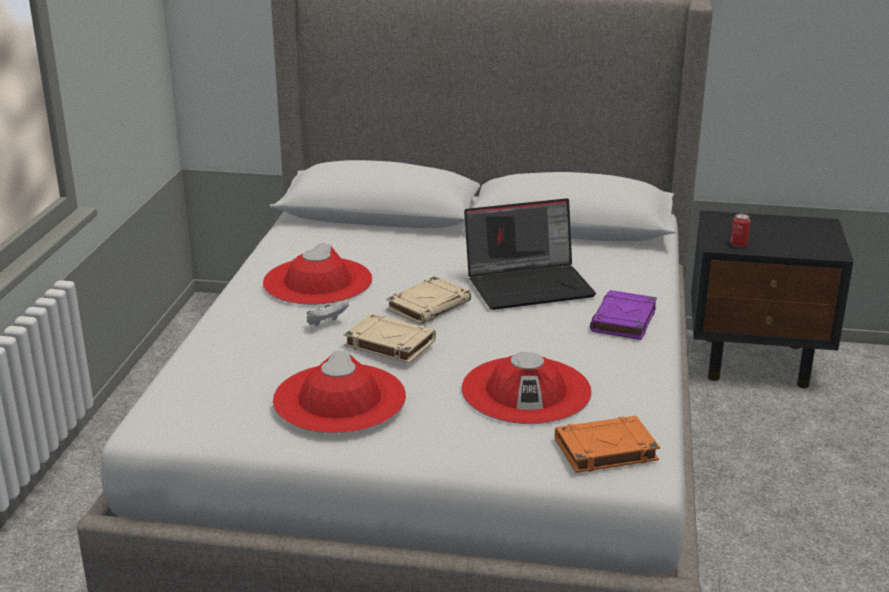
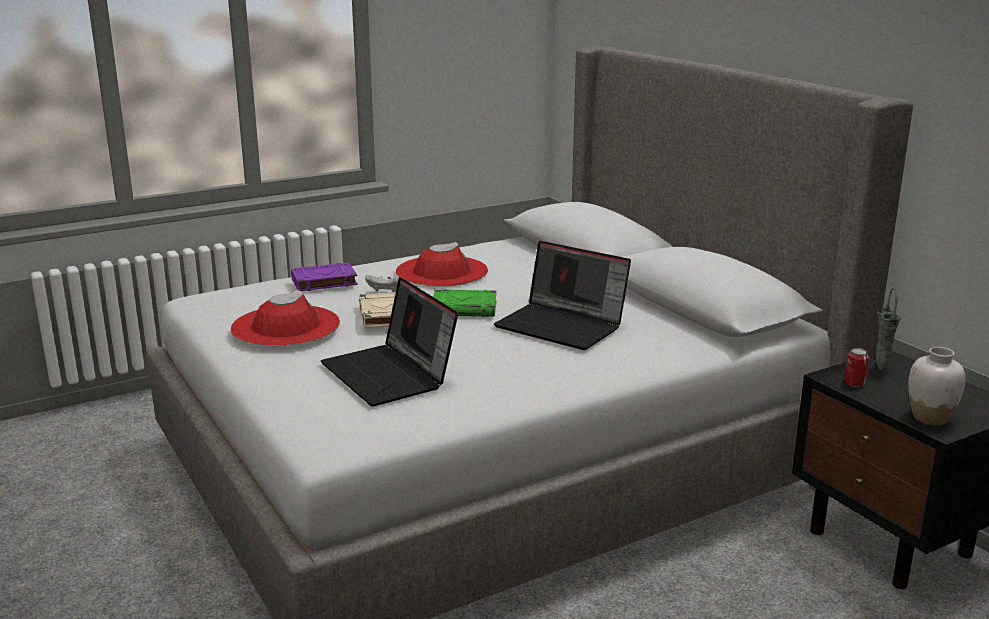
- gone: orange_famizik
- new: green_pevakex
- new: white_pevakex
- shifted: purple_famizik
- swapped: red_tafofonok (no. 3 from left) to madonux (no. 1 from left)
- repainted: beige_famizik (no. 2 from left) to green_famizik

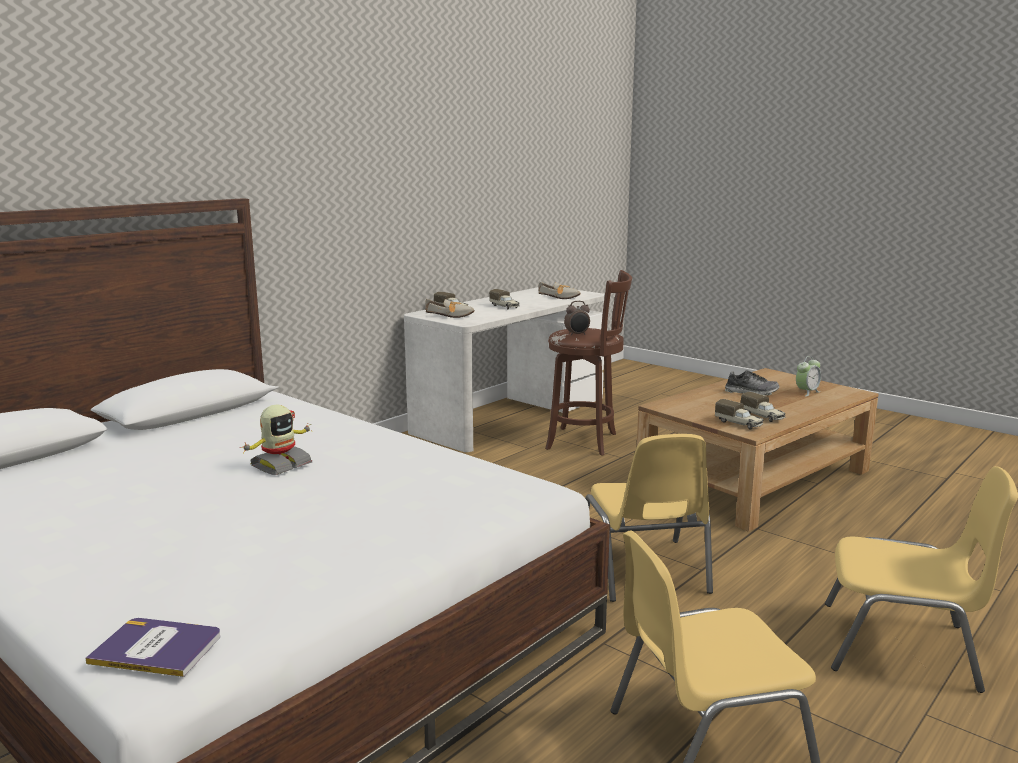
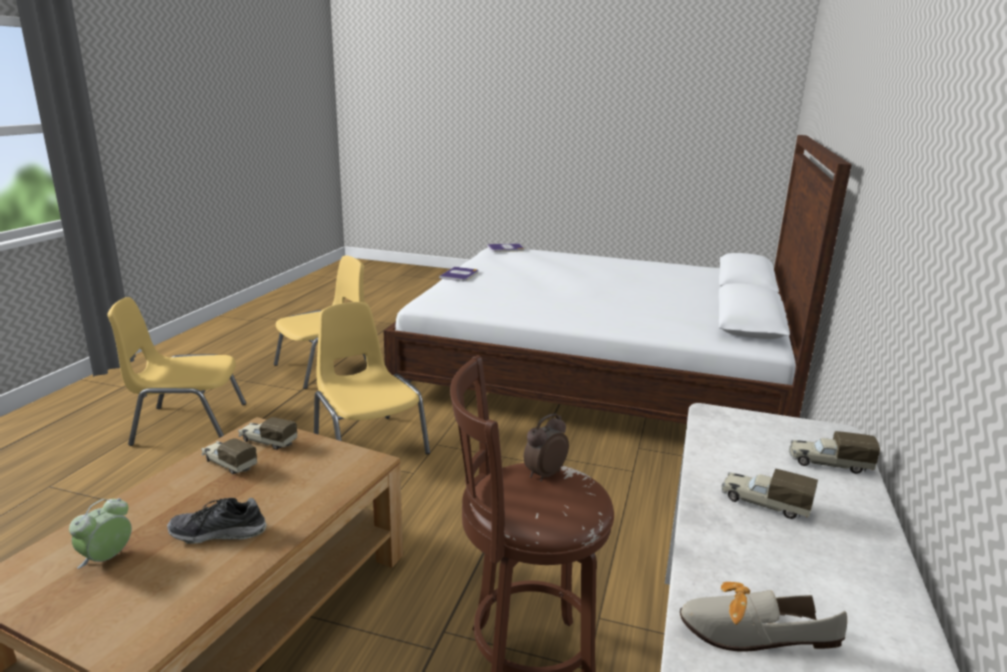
- gone: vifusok
- gone: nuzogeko (no. 1 from left)
- new: famizik (no. 1 from left)

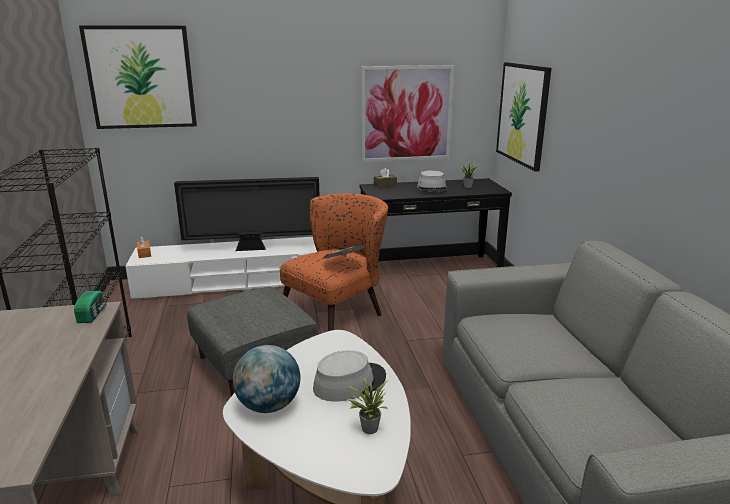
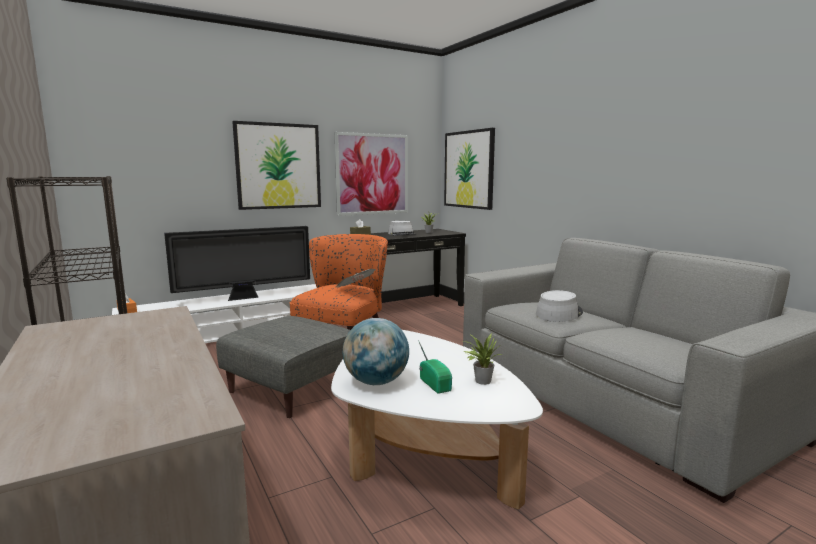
- shifted: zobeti
- shifted: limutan (no. 1 from left)
- shifted: grey_tafofonok (no. 1 from left in the first image) to grey_tafofonok (no. 2 from left)

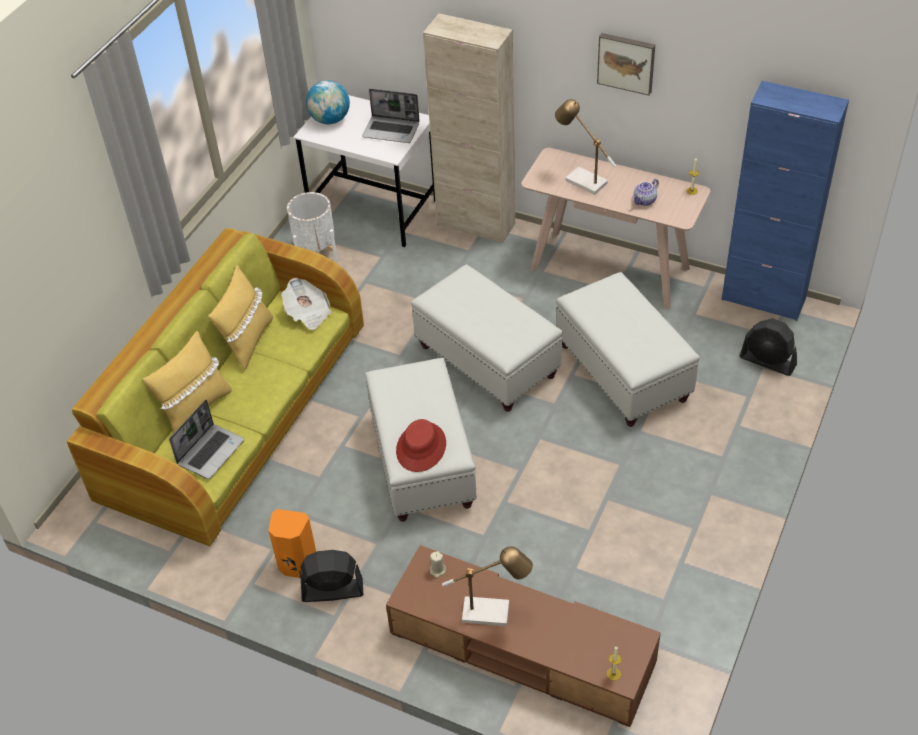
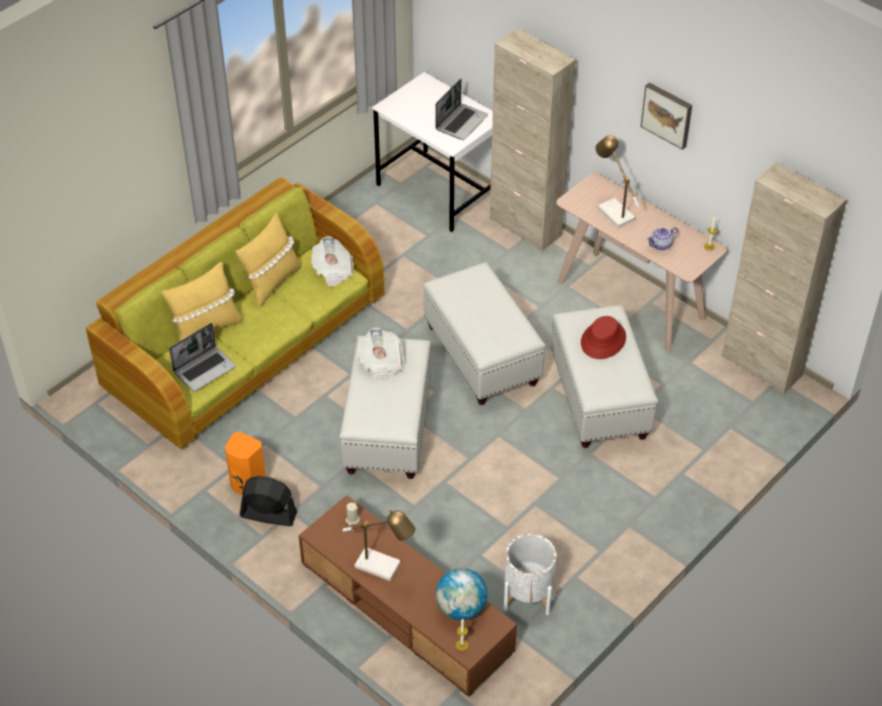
- gone: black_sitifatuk (no. 2 from left)
- new: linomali (no. 2 from left)
- shifted: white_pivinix
- shifted: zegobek
- shifted: red_tafofonok
- repainted: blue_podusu to beige_podusu (no. 2 from left)
- rotated: madonux (no. 2 from left) 90 degrees counterclockwise

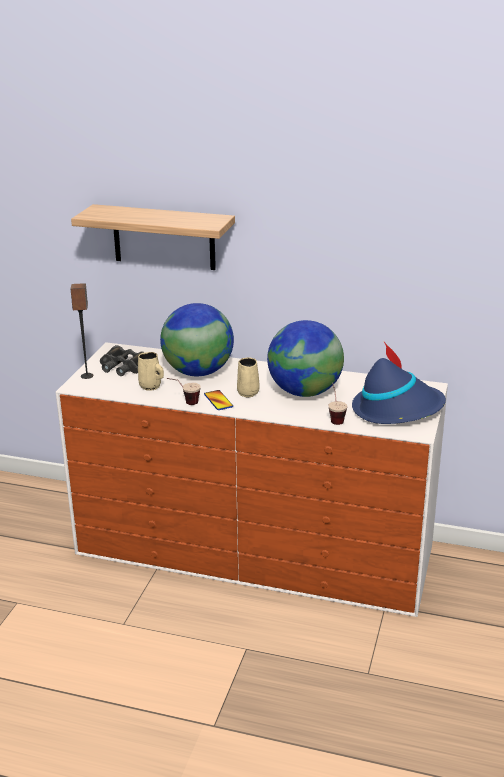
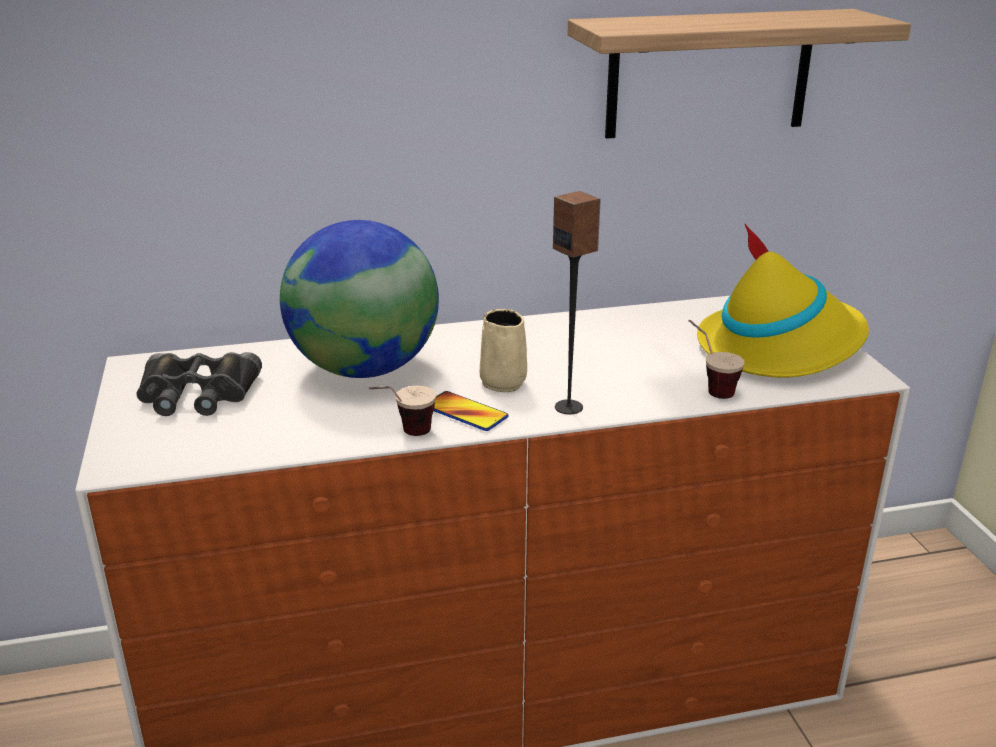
- gone: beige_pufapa (no. 1 from left)
- gone: zegobek (no. 2 from left)
- shifted: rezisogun
- shifted: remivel
- repainted: blue_tafofonok to yellow_tafofonok

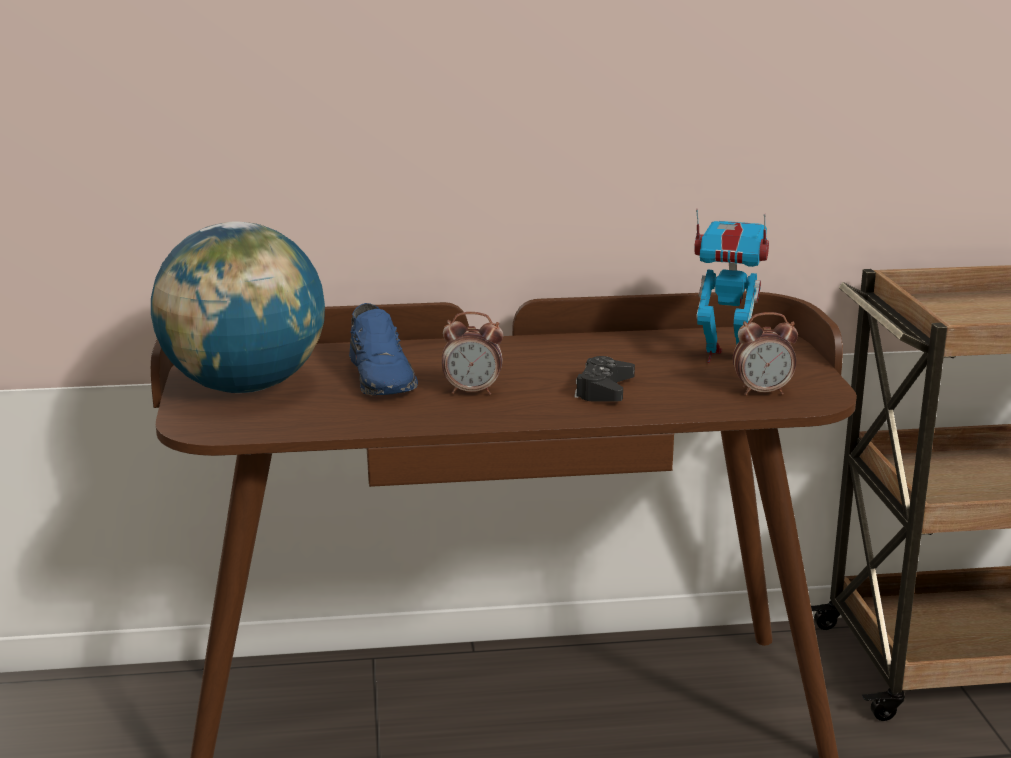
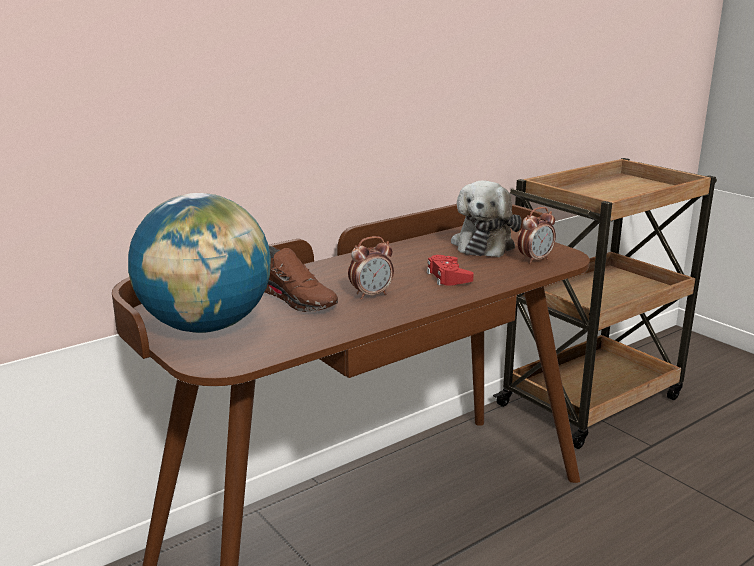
- swapped: vifusok to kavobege
- repainted: blue_nuzogeko to brown_nuzogeko
- repainted: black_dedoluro to red_dedoluro

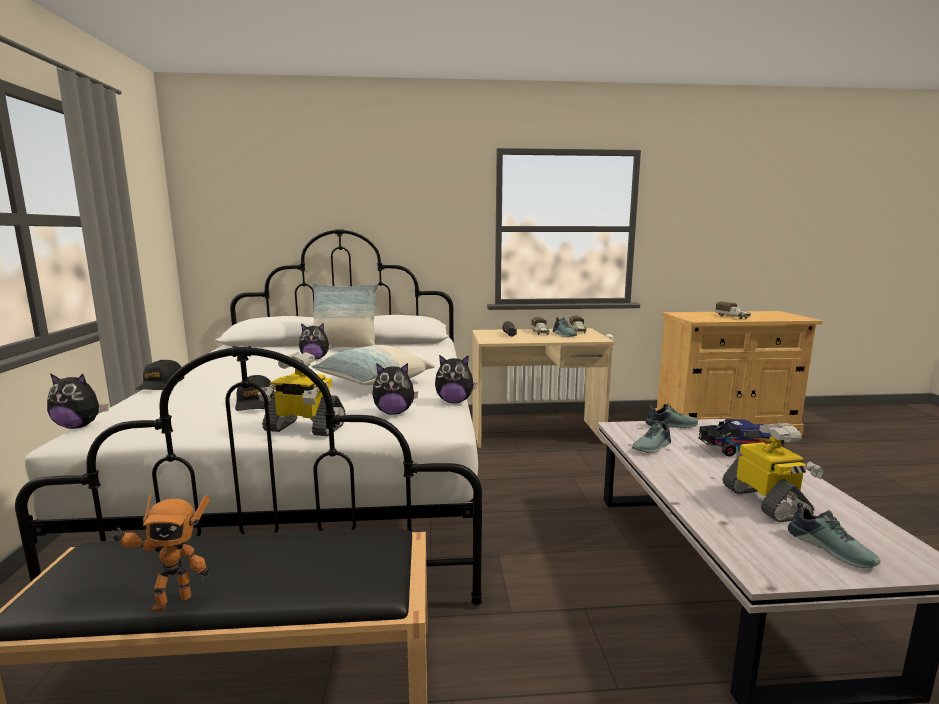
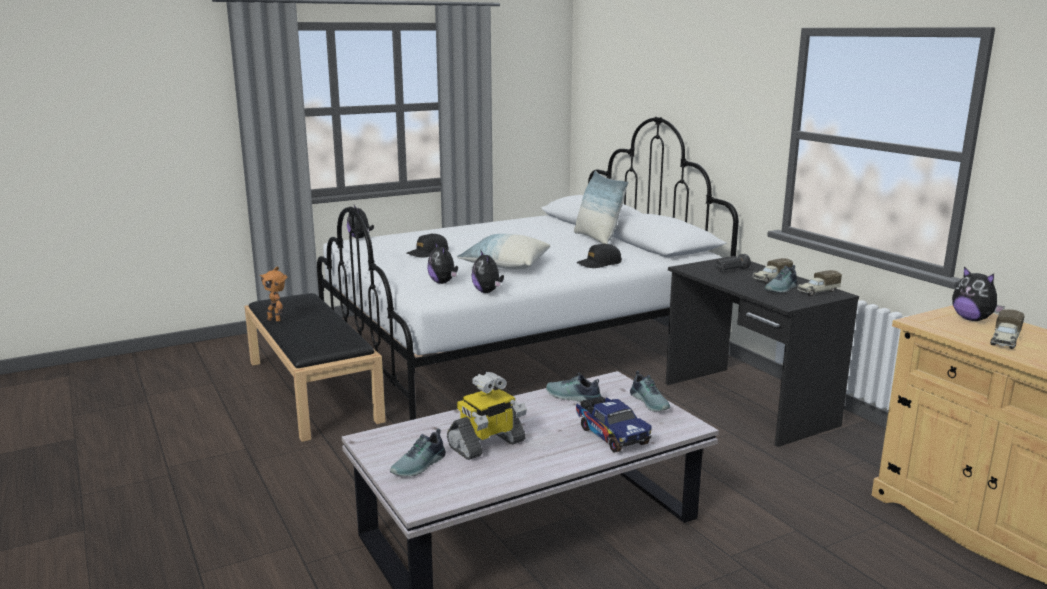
- gone: vifusok (no. 2 from left)
- shifted: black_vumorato (no. 1 from left in the first image) to black_vumorato (no. 2 from left)
- shifted: kavobege (no. 2 from left in the first image) to kavobege (no. 4 from left)
- repainted: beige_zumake to black_zumake

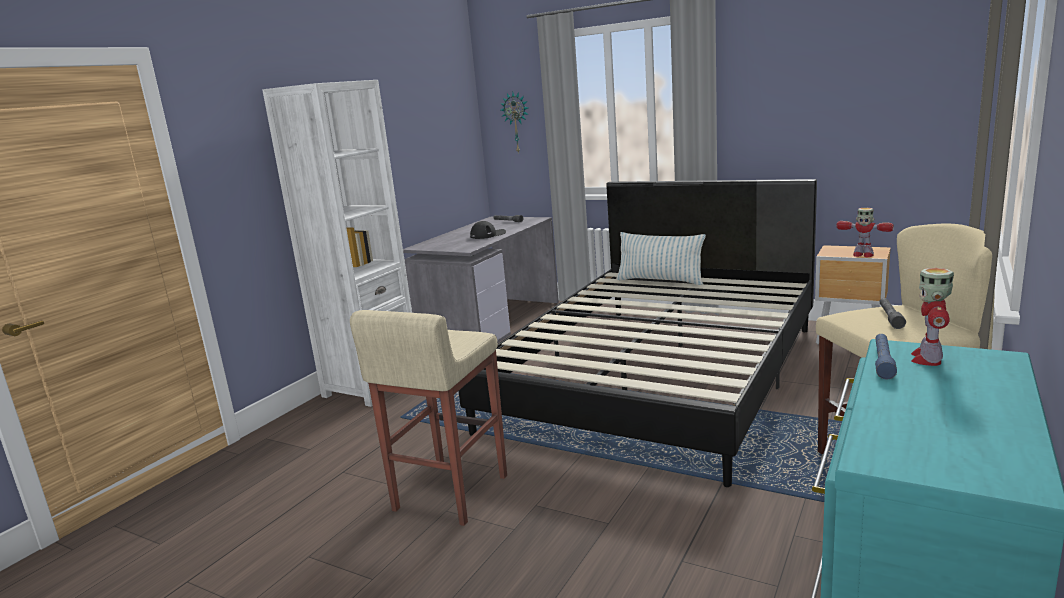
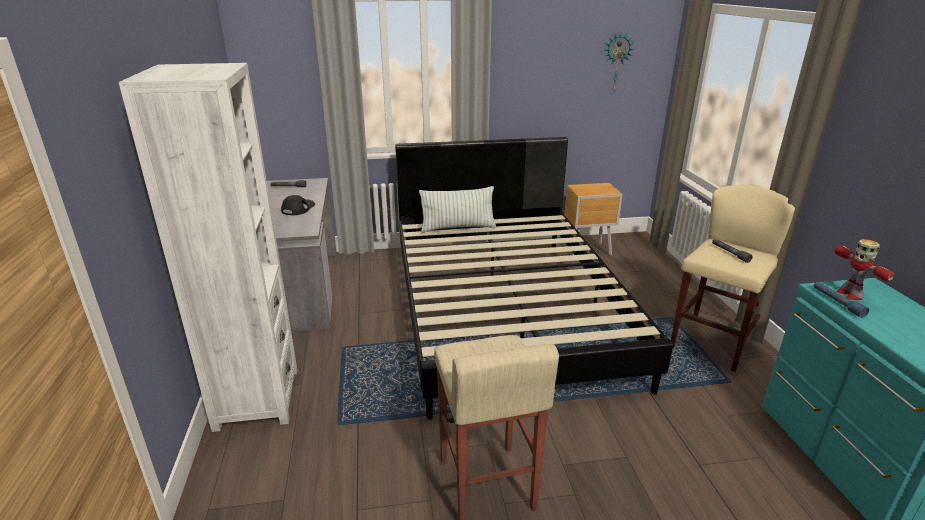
- gone: vifusok (no. 1 from left)
- shifted: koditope

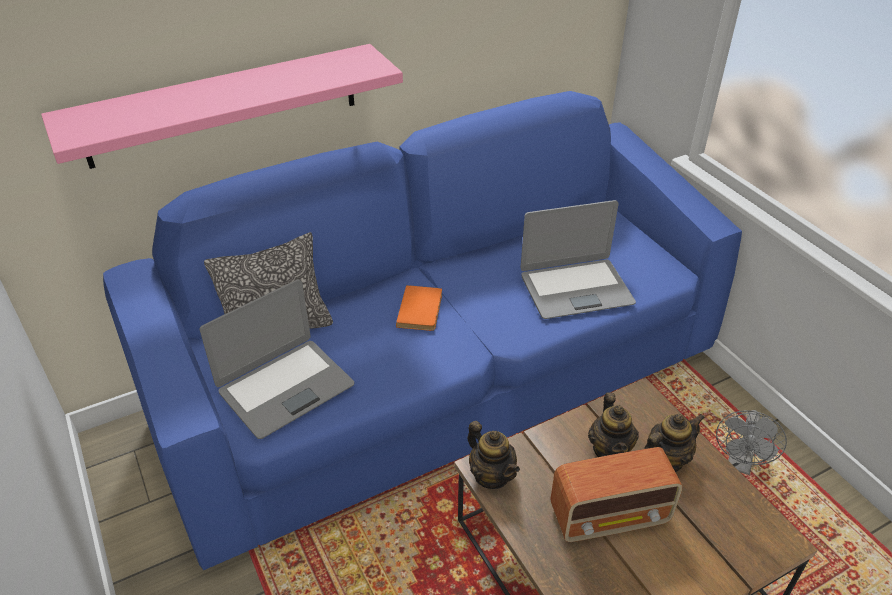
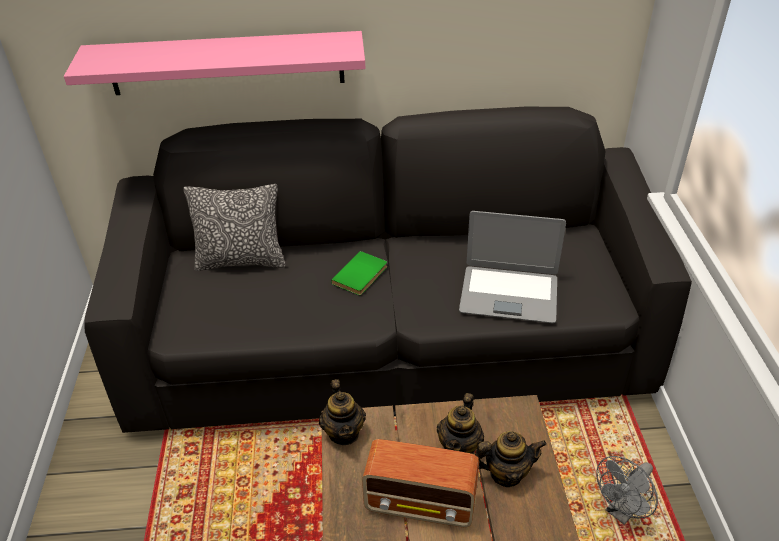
- gone: madonux (no. 1 from left)
- repainted: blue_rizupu to black_rizupu
- repainted: orange_famizik to green_famizik

